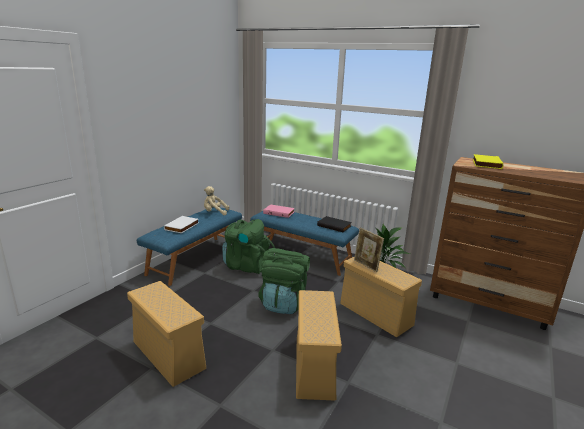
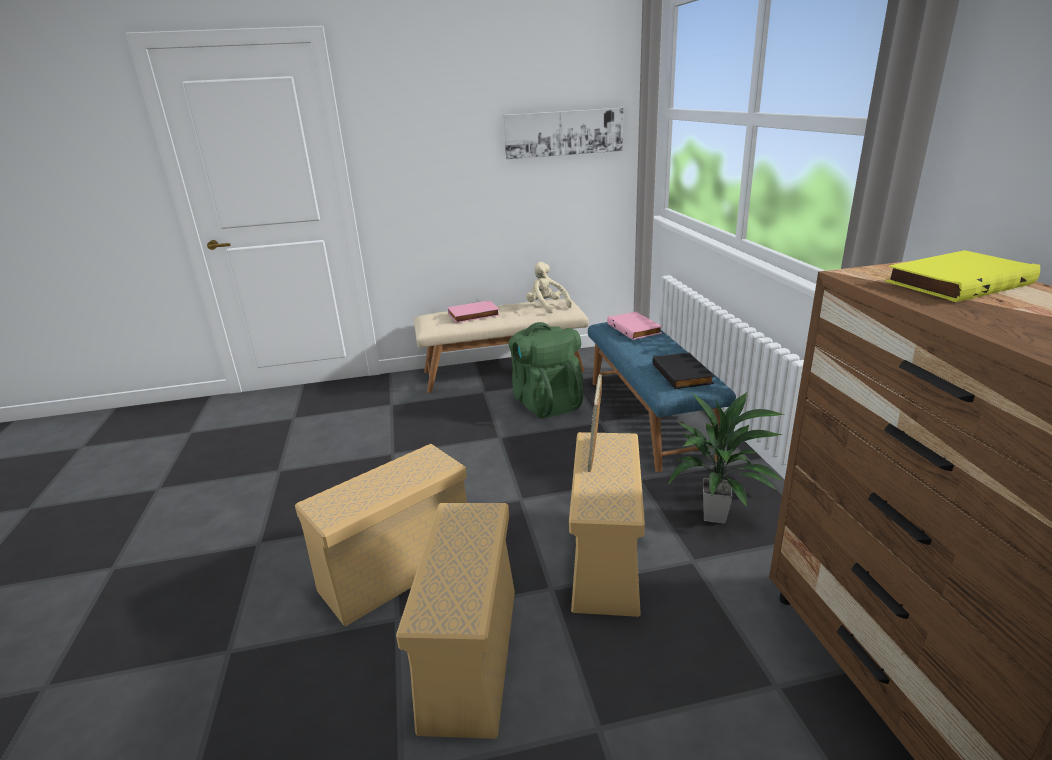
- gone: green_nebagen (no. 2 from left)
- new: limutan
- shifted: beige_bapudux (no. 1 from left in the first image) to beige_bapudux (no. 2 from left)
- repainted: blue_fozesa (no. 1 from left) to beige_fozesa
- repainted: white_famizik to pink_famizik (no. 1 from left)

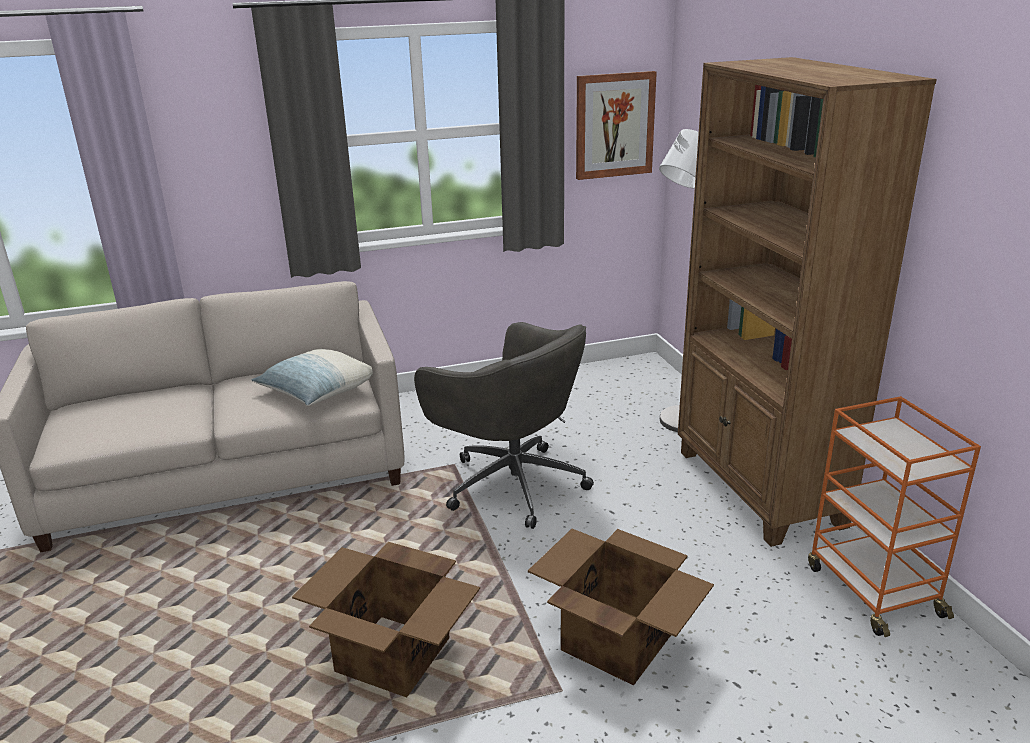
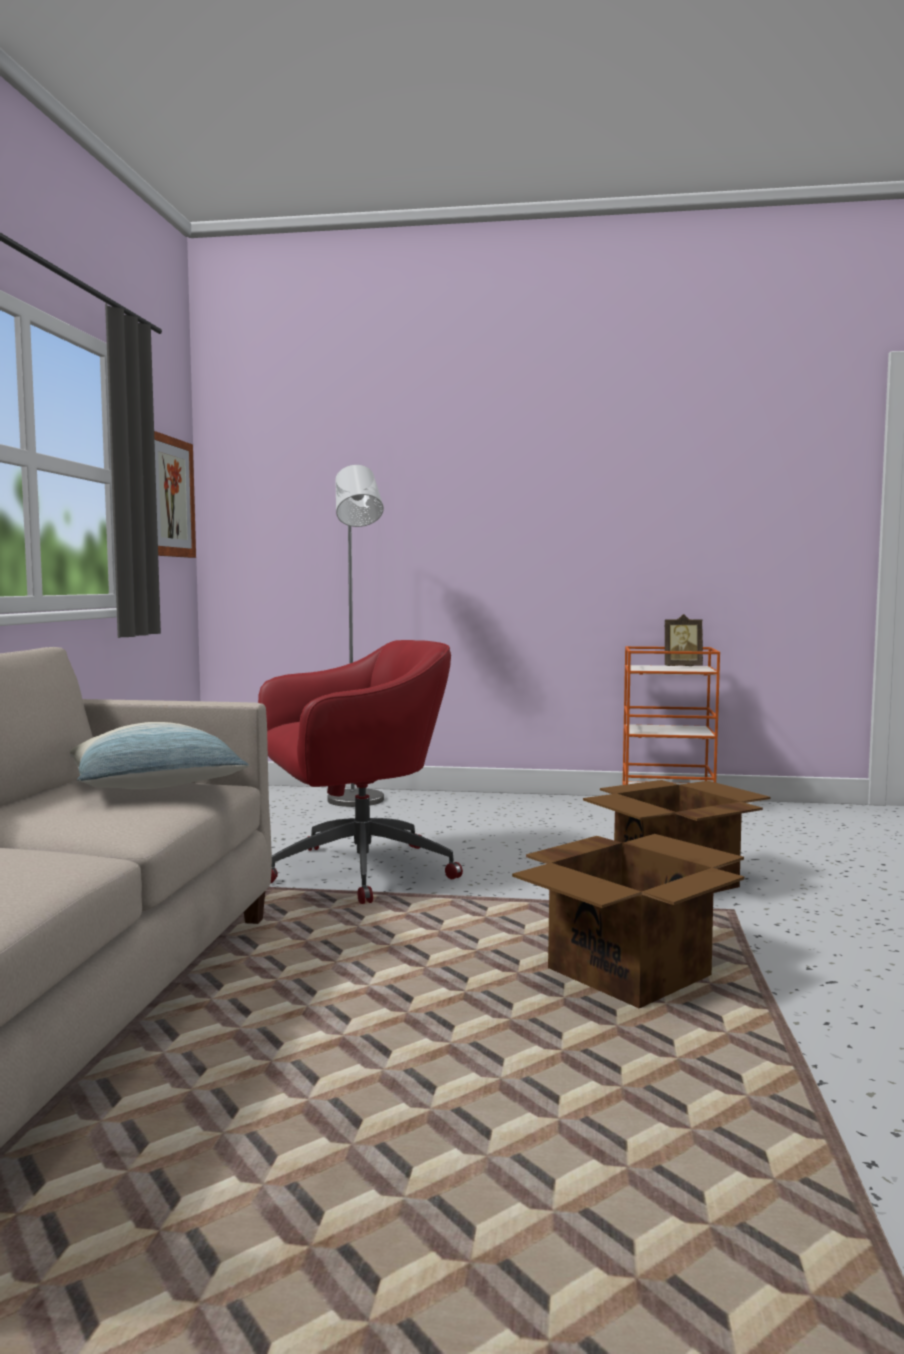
- gone: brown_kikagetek
- new: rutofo
- repainted: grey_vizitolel to red_vizitolel

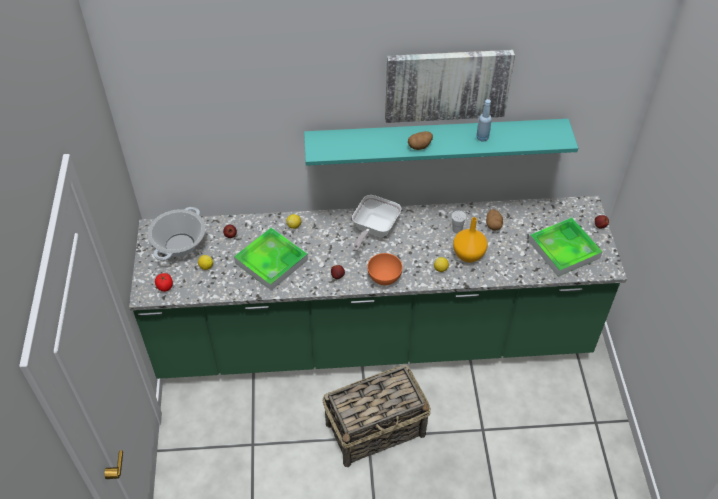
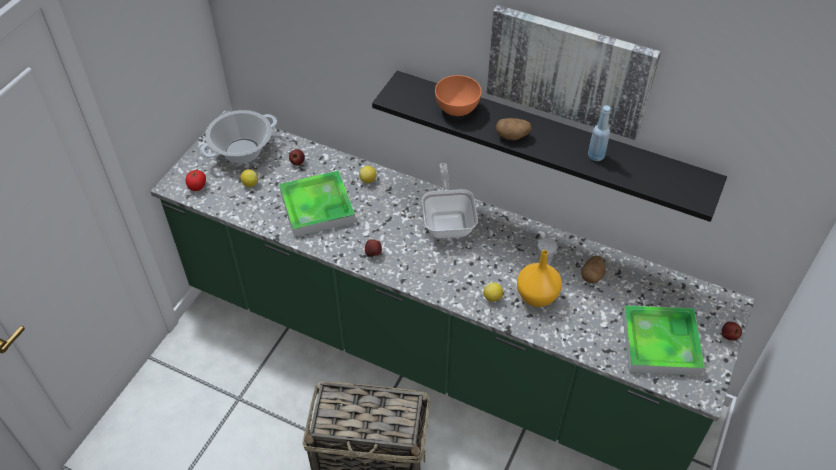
- shifted: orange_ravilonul
- repainted: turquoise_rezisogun to black_rezisogun
- rotated: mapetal 120 degrees clockwise

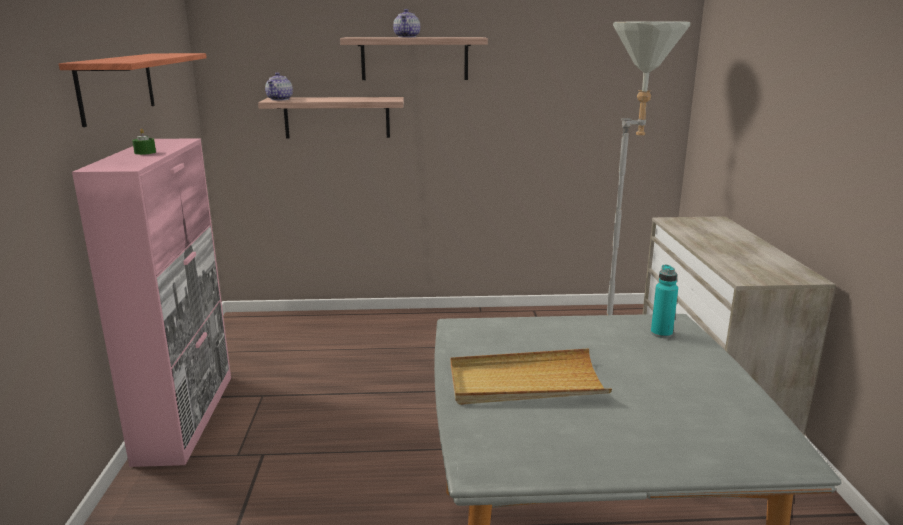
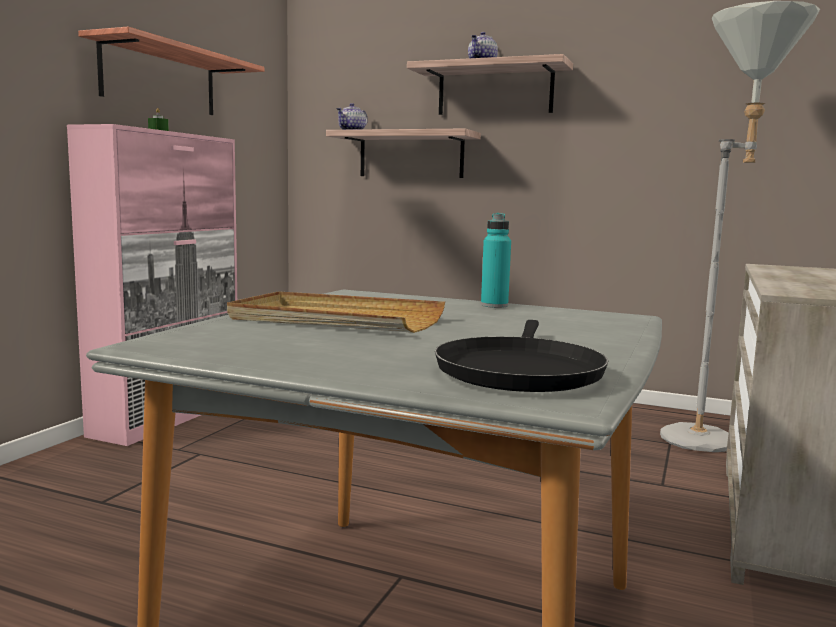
- new: black_mapetal
- shifted: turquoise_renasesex

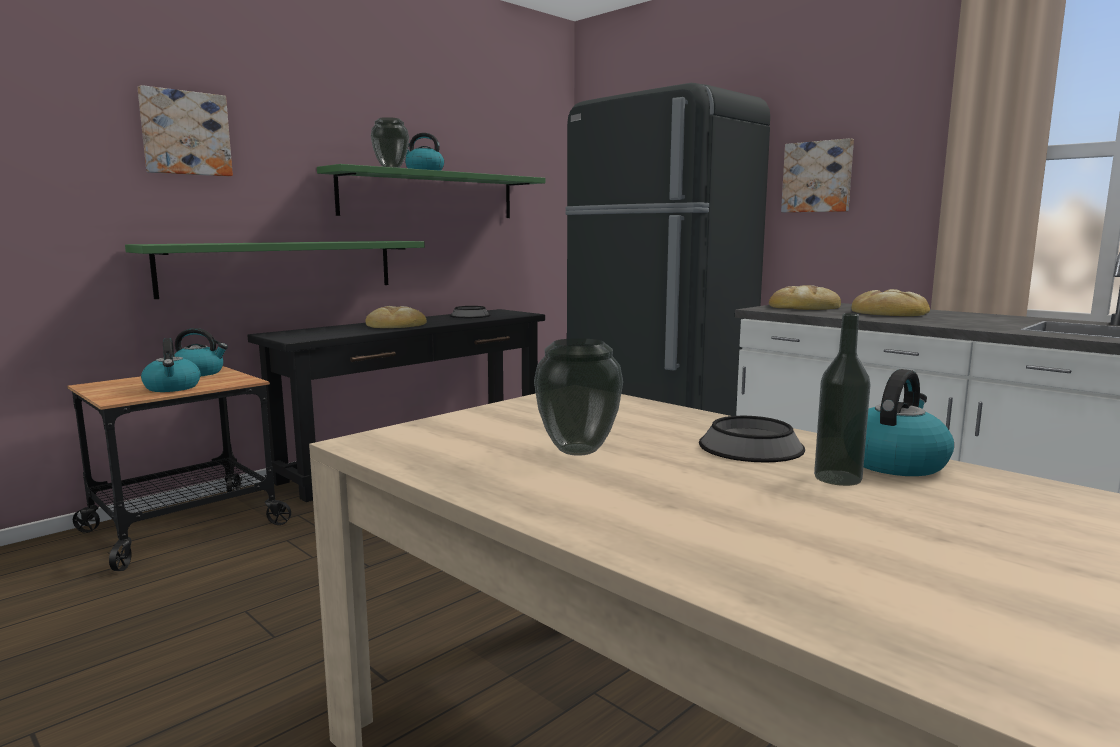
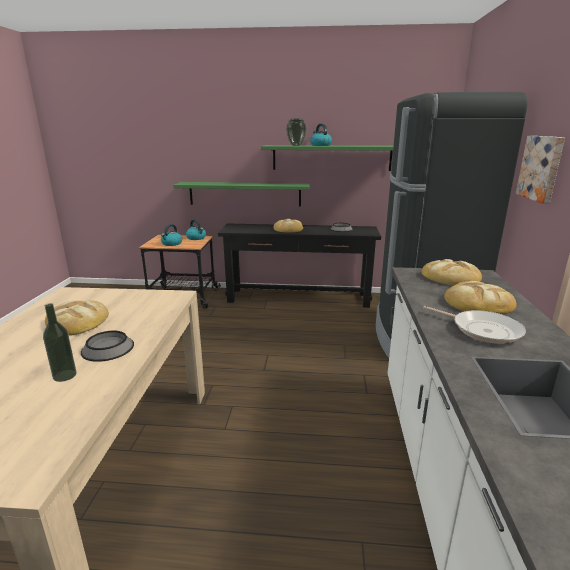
- gone: limutan (no. 1 from left)
- gone: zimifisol (no. 4 from left)
- new: mapetal
- swapped: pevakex (no. 2 from left) to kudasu (no. 1 from left)

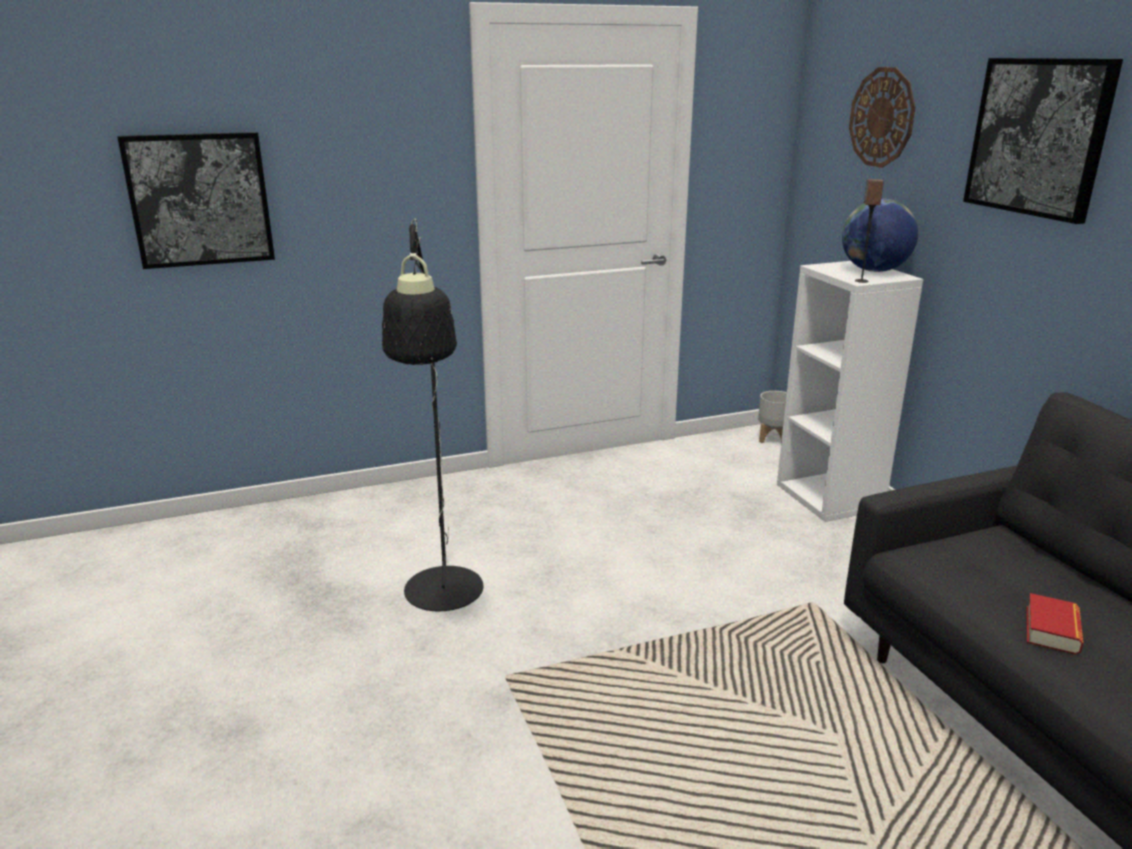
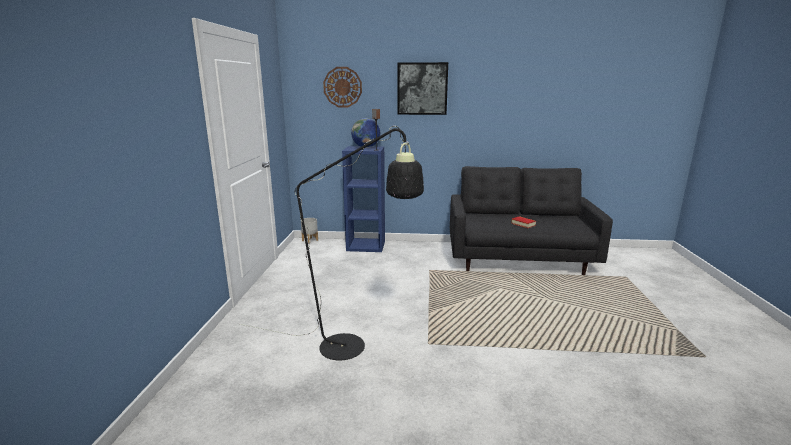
- gone: limutan (no. 1 from left)
- repainted: white_kikagetek to blue_kikagetek

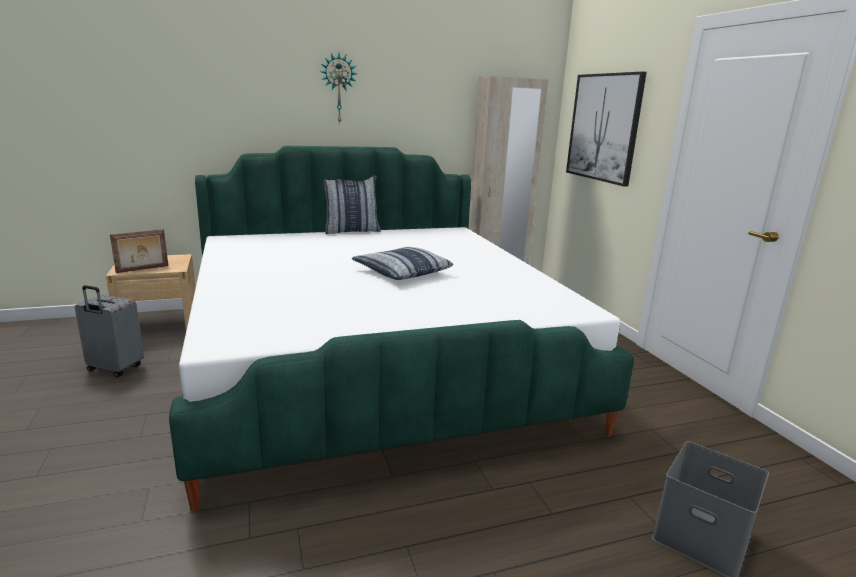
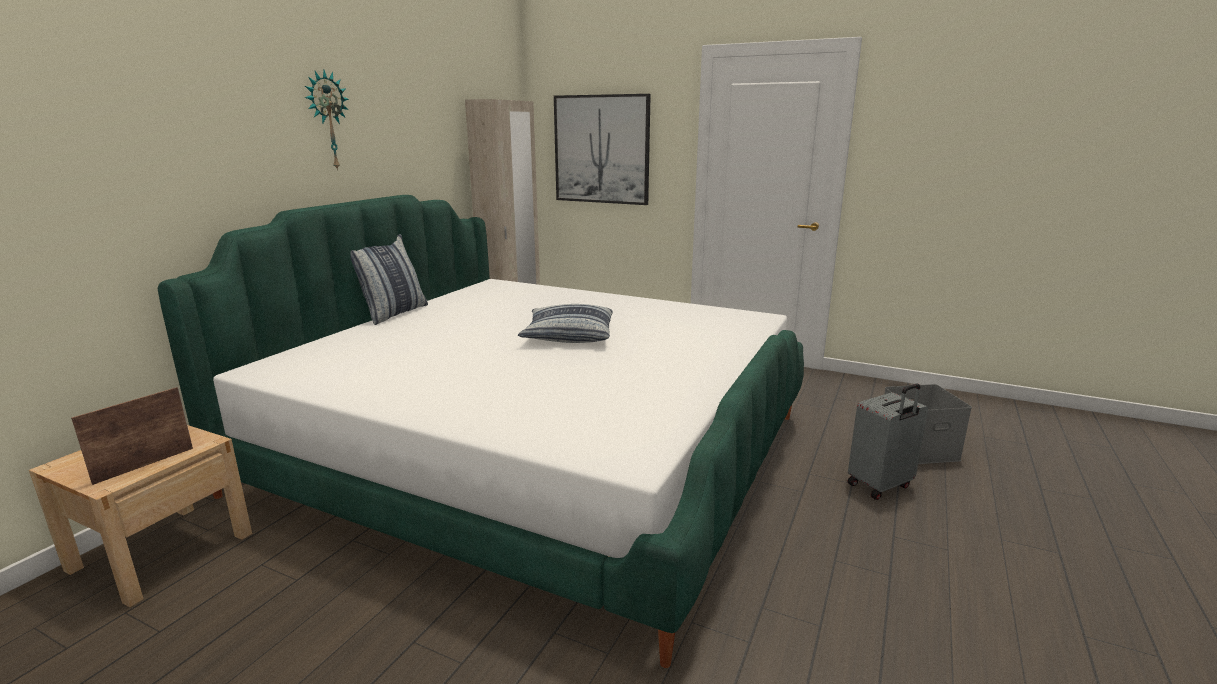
- shifted: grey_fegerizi
- rotated: rutofo 150 degrees counterclockwise

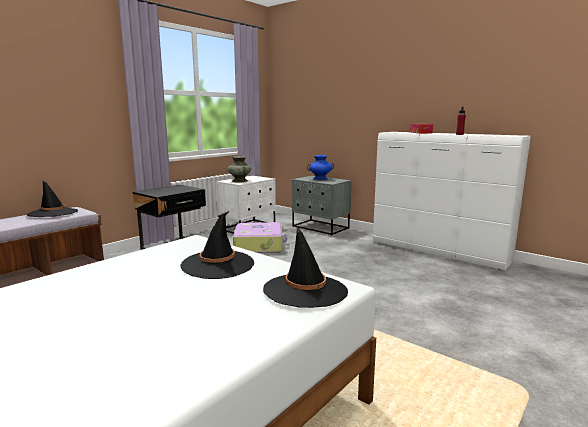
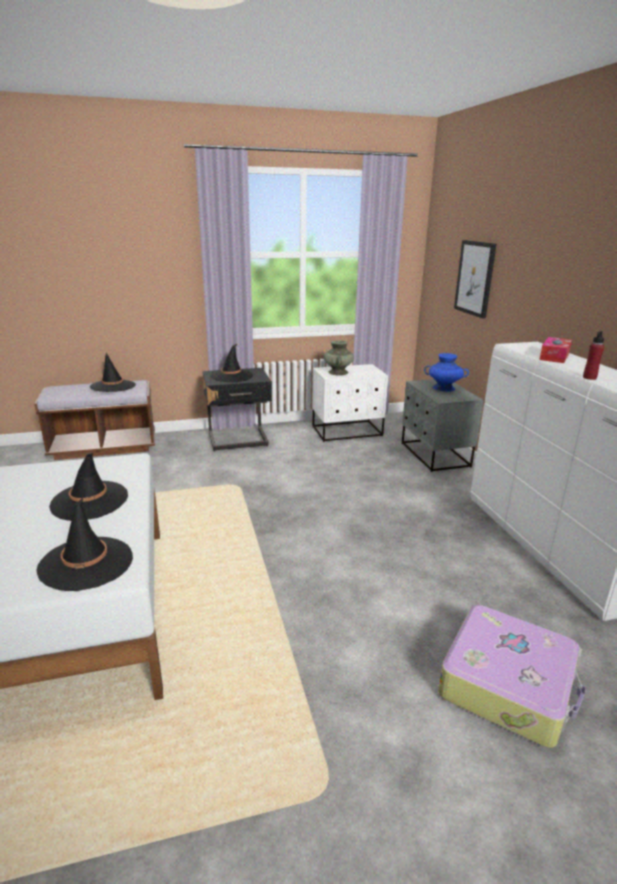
- new: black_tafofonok (no. 4 from left)
- new: limutan
- shifted: fegerizi

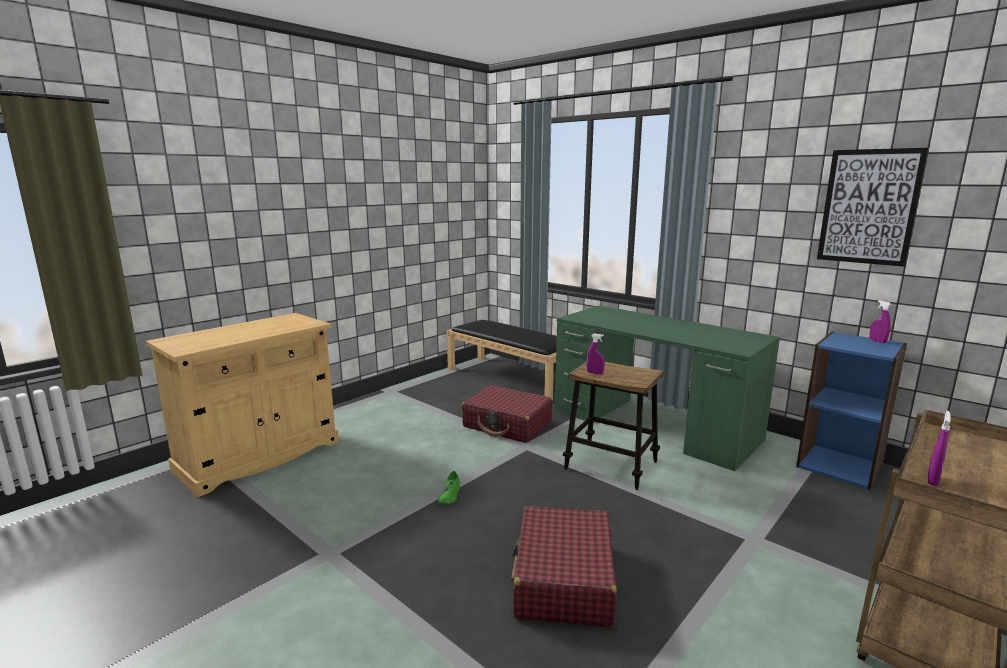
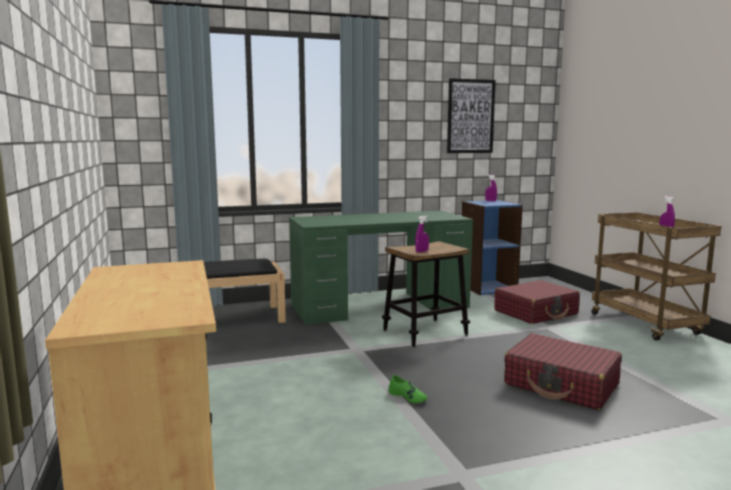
- shifted: red_fegerizi (no. 1 from left)

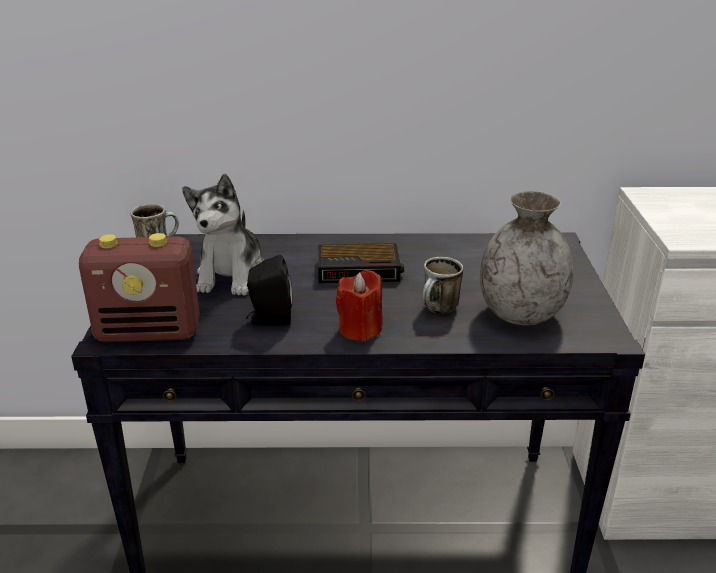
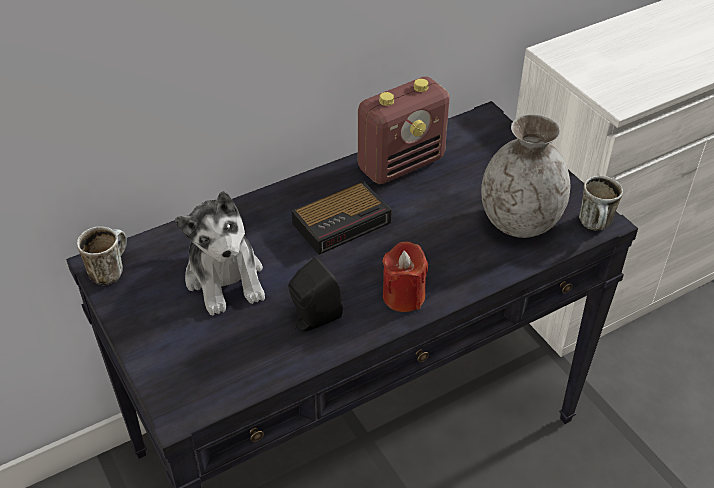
- shifted: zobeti
- shifted: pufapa (no. 2 from left)

